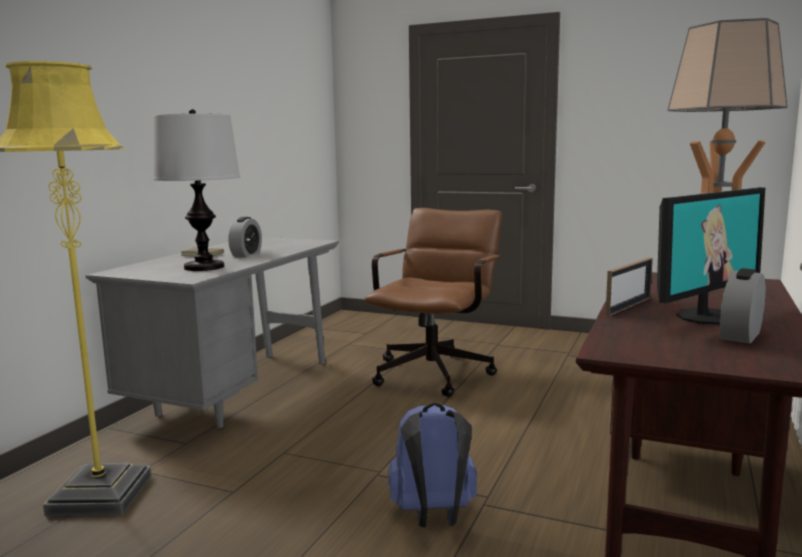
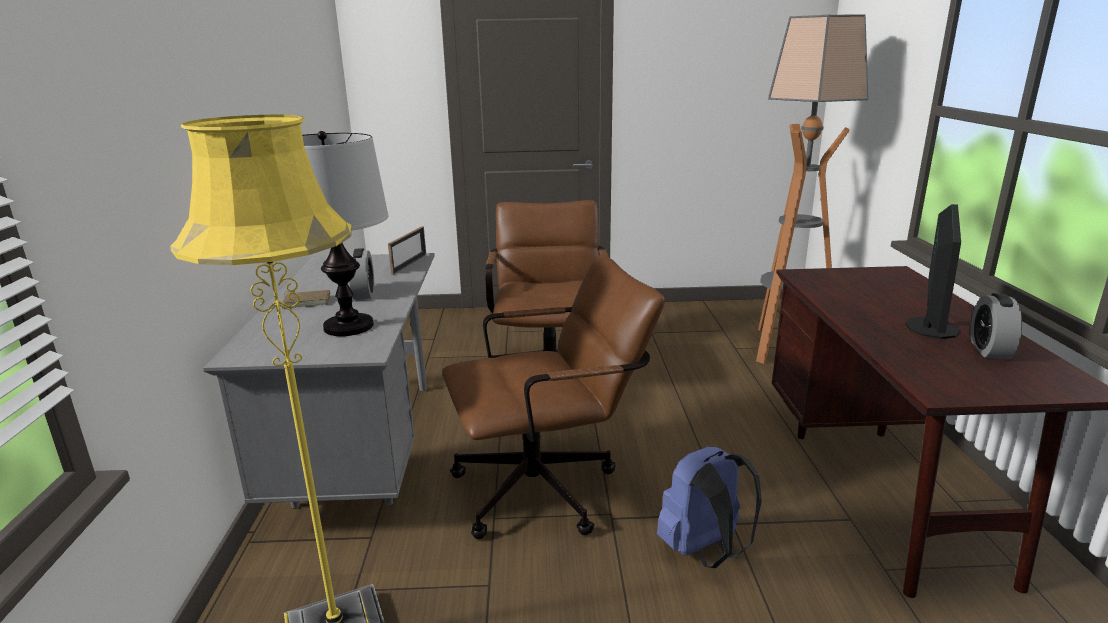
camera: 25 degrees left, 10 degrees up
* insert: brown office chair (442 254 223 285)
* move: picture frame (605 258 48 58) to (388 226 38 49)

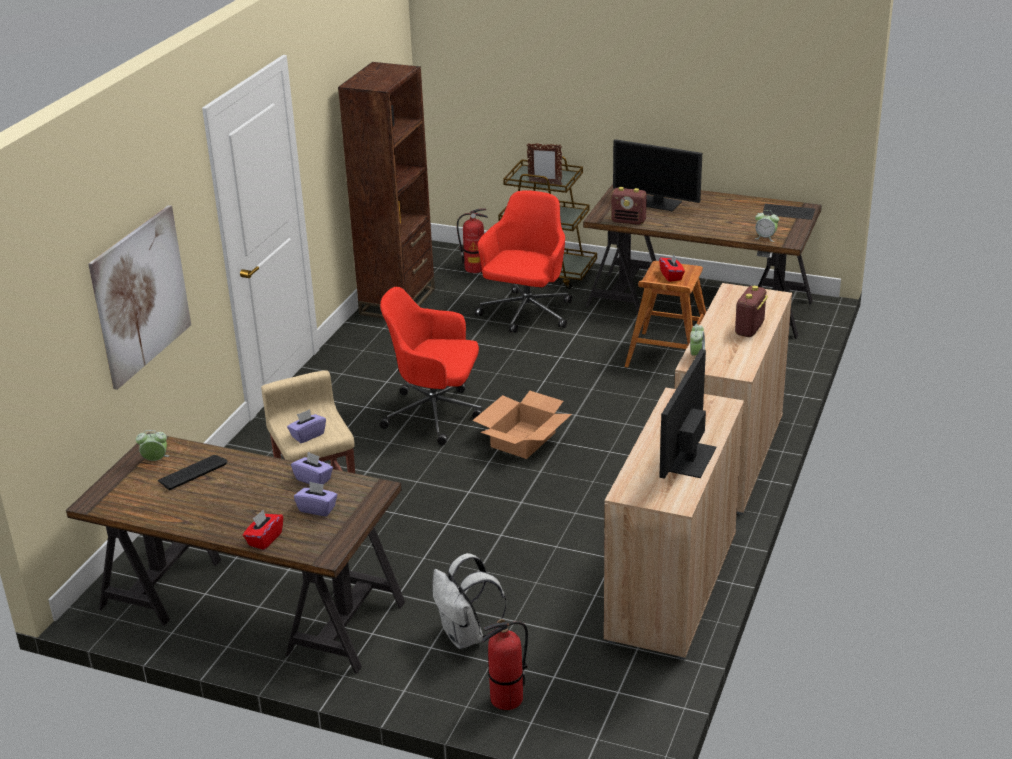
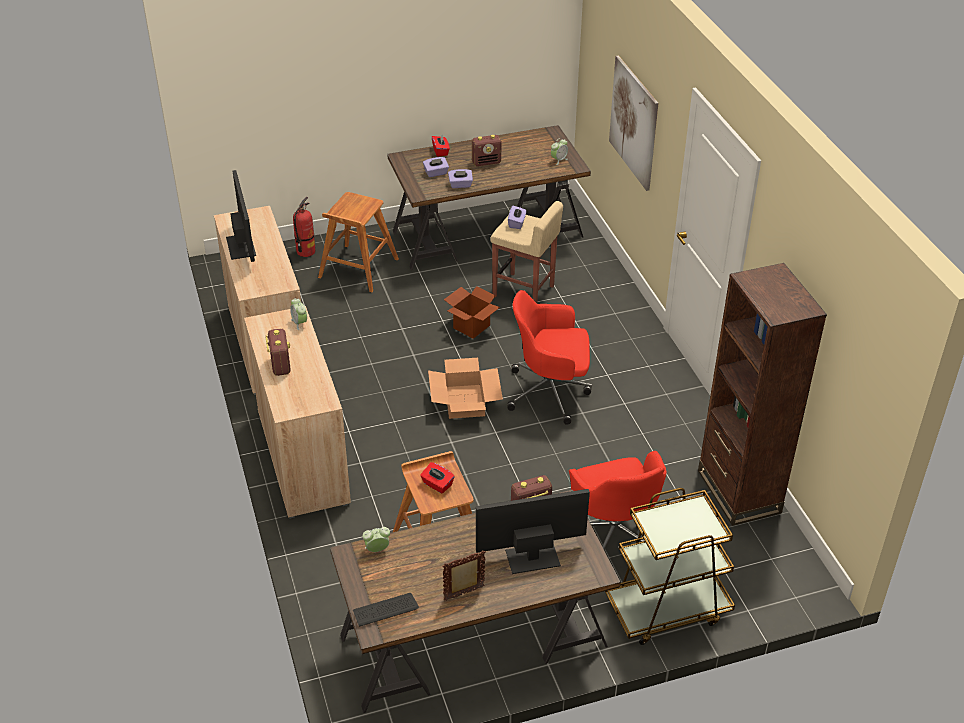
camera: 140 degrees right, 10 degrees up
* delete: keyboard (158 455 69 35)
* delete: fire extinguisher (457 208 31 65)
* insert: cardboard box (444 286 56 53)
* insert: radio (472 135 30 31)
* move: picture frame (527 143 35 42) to (443 551 43 50)
* replace: white backpack (432 553 75 96) to brown stool (318 192 81 100)
* rotate: red office chair (380 287 102 158) = (507 290 85 135) 150 degrees counterclockwise

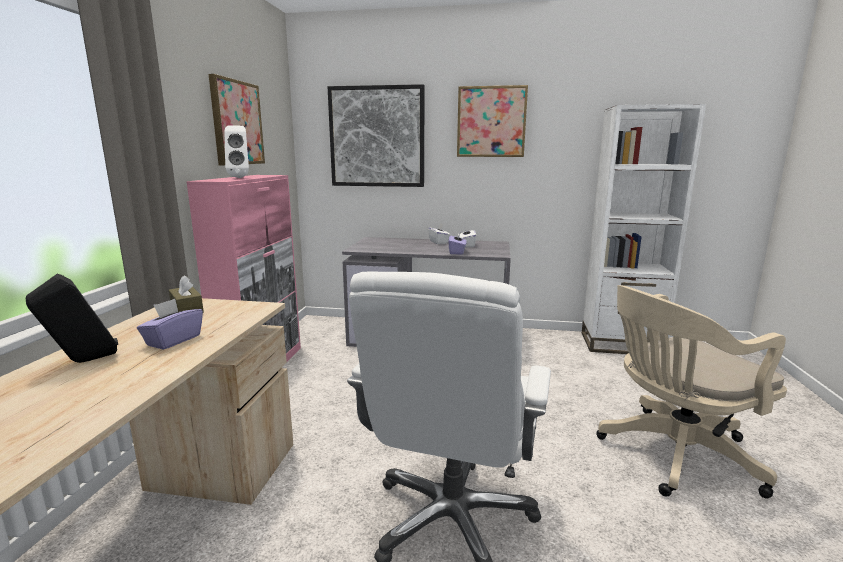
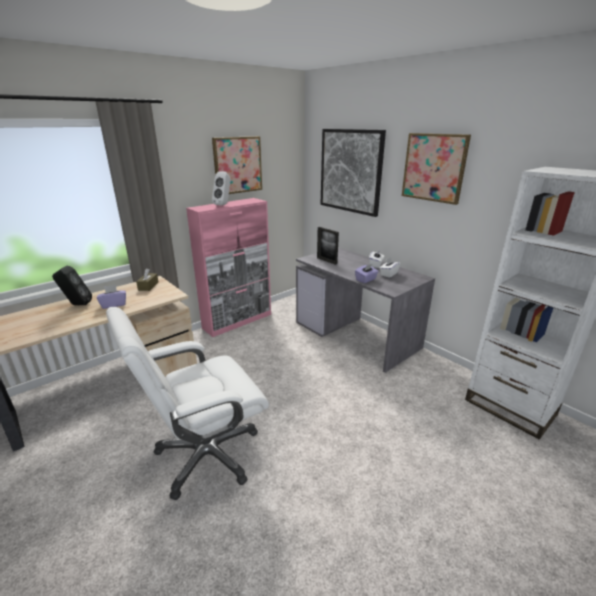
camera: 40 degrees right, 10 degrees up
* delete: beige office chair (596 285 191 214)
* insert: picture frame (317 227 22 38)

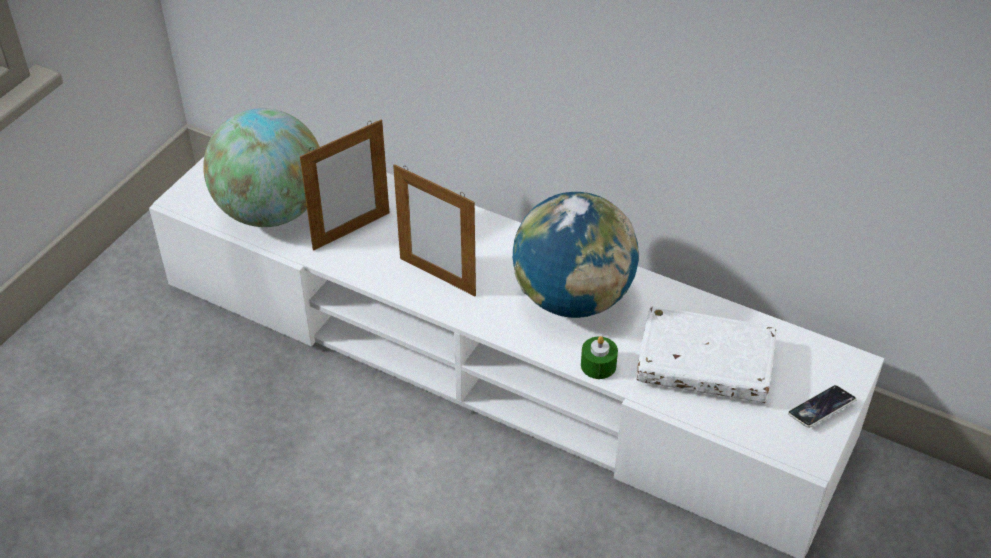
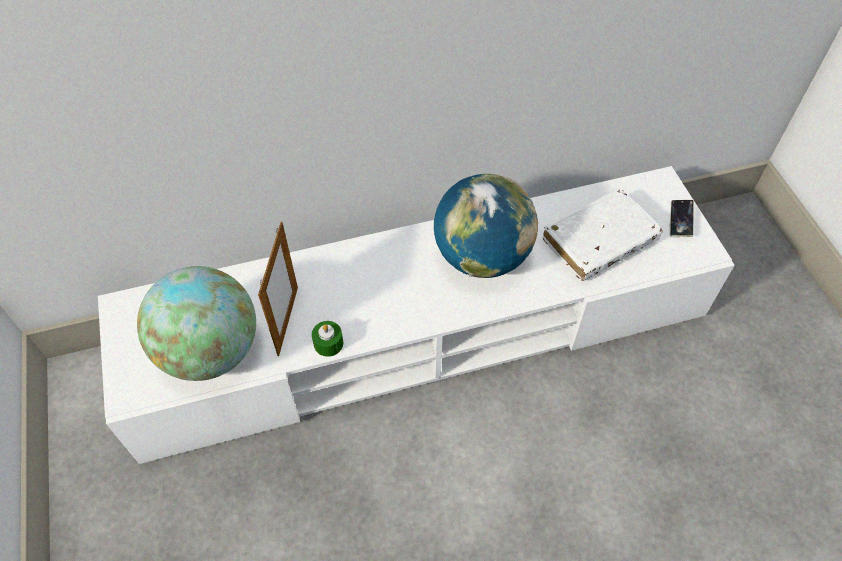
camera: 45 degrees left, 10 degrees up
* delete: picture frame (393 164 83 132)
* move: green candle (581 336 37 43) to (312 321 31 36)

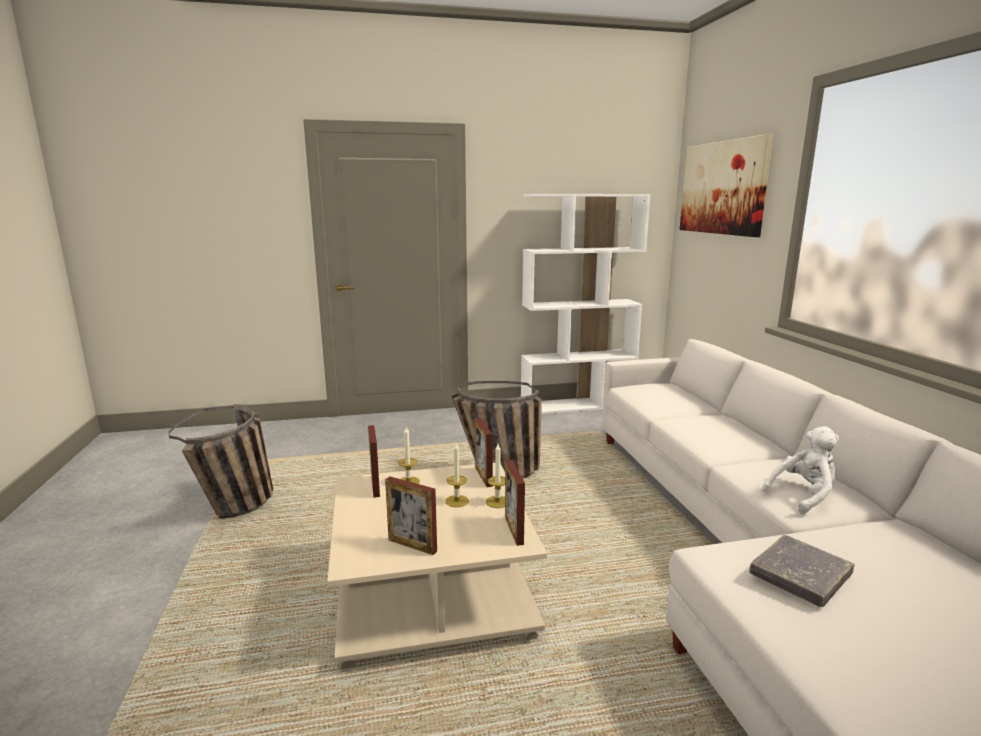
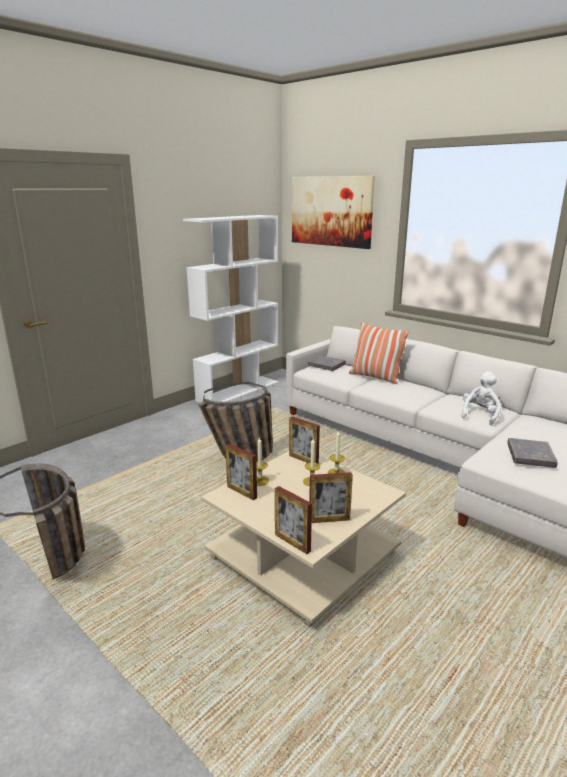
camera: 35 degrees left, 5 degrees up
* insert: grey book (308 355 38 16)
* insert: pillow (349 322 60 62)
* move: picture frame (505 460 20 86) to (275 486 37 68)

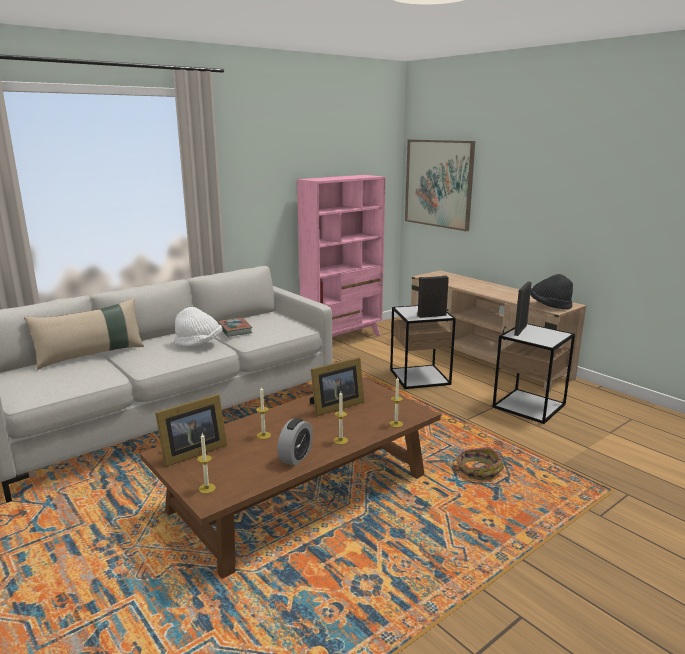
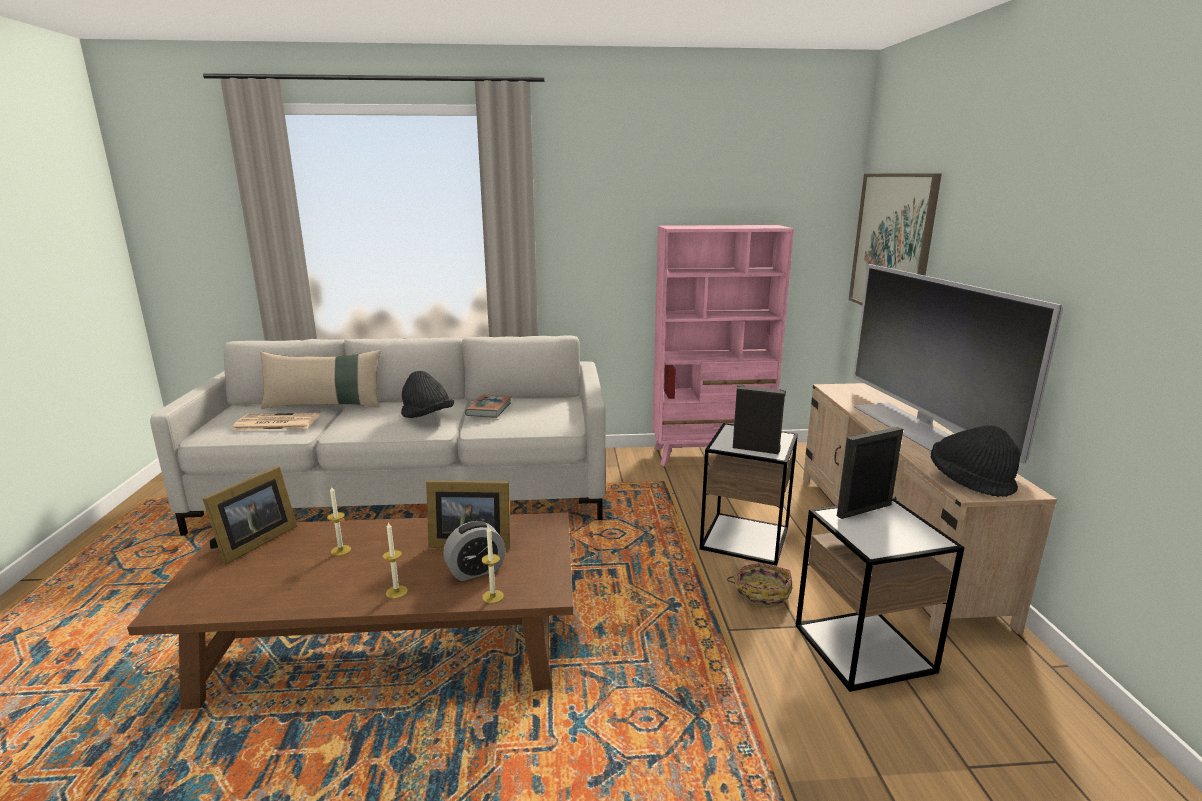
camera: 35 degrees right, 0 degrees up
* delete: candle (197 433 19 61)
* insert: newspaper (232 413 87 18)
* insert: television (853 264 210 199)
* move: alarm clock (277 418 36 48) to (443 521 63 60)
* move: basket (452 447 52 34) to (727 563 65 45)
* recolor: white hat (174 307 49 40) to black hat (401 371 53 47)
* rotate: picture frame (155 394 72 73) = (203 466 94 99) 60 degrees counterclockwise

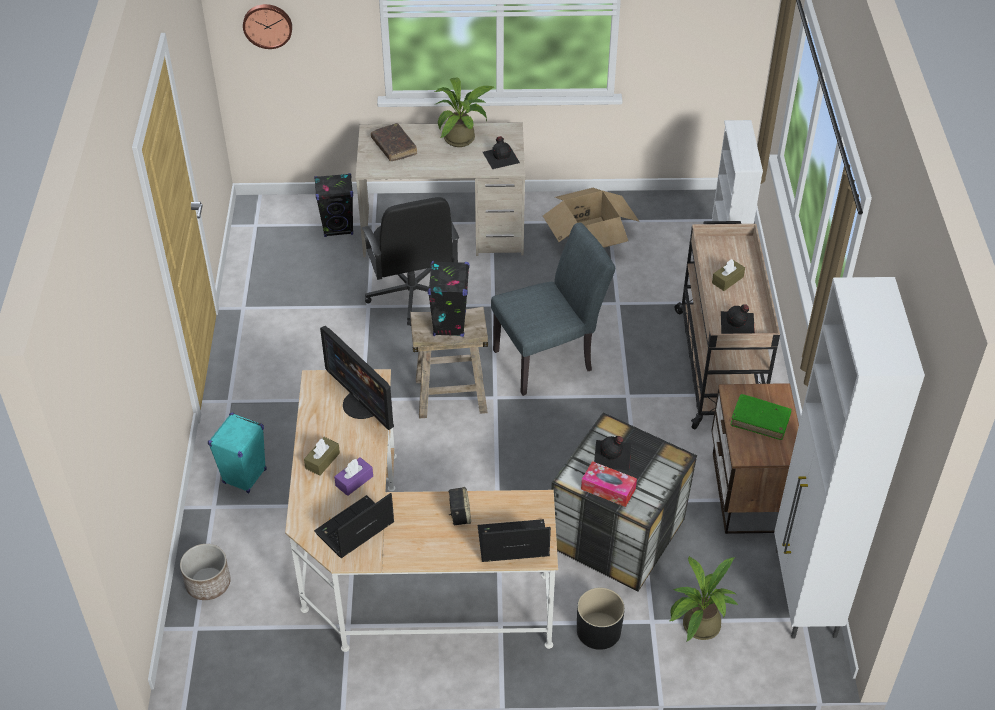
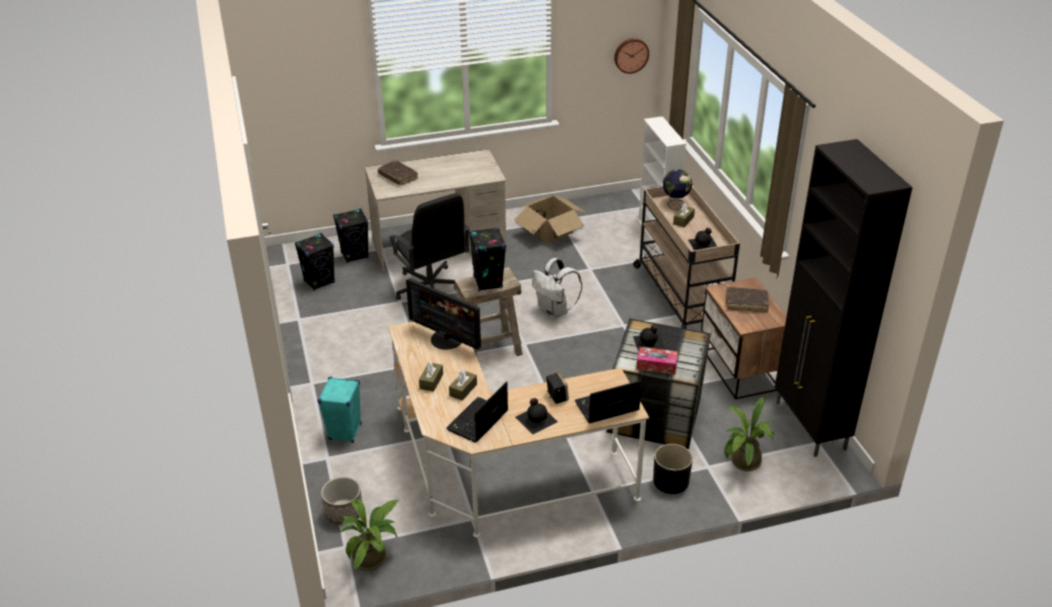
camera: 15 degrees left, 10 degrees down
* insert: black speaker (295 233 40 57)
* insert: globe (663 169 29 41)
* move: wall clock (243 4 49 45) to (614 38 35 36)
* move: potted plant (434 78 60 69) to (340 499 59 72)
* move: black bottle (483 136 37 33) to (515 398 43 36)
* replace: grey chair (491 222 124 174) to white backpack (532 258 50 61)
* recolor: purple tissue box (334 457 39 39) to brown tissue box (449 370 28 31)
* recolor: green book (730 394 62 46) to brown book (726 287 44 25)
* recolor: white cabinet (774 277 151 362) to black cabinet (775 139 138 318)

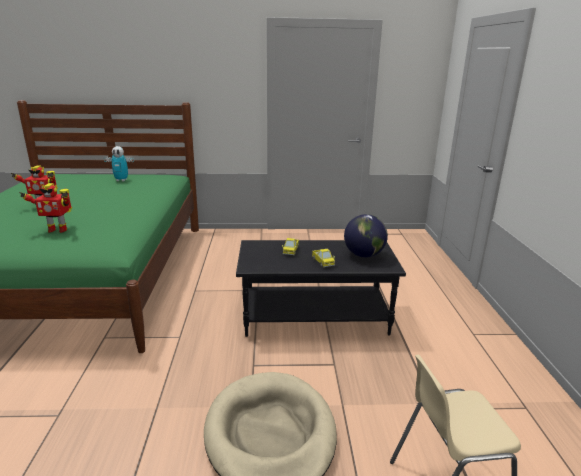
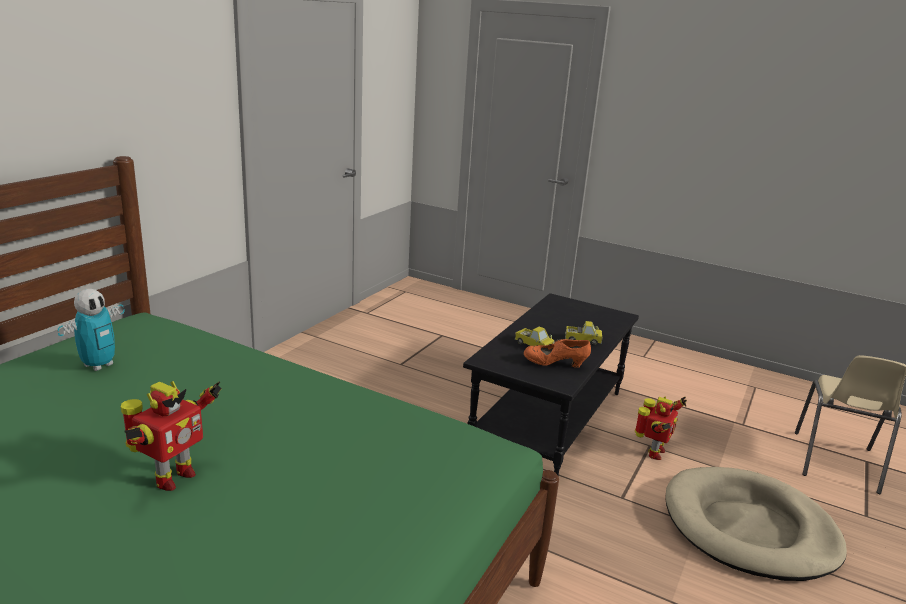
camera: 60 degrees left, 0 degrees up
* delete: globe (344 214 44 43)
* insert: orange shoe (524 339 67 29)
* move: toy robot (19 183 53 50) to (635 396 52 64)

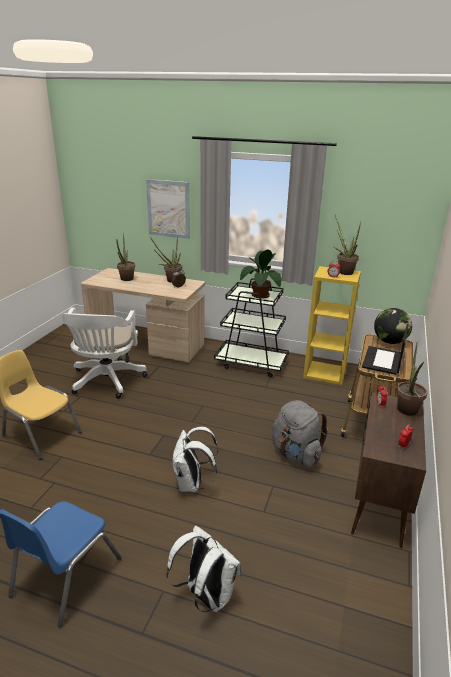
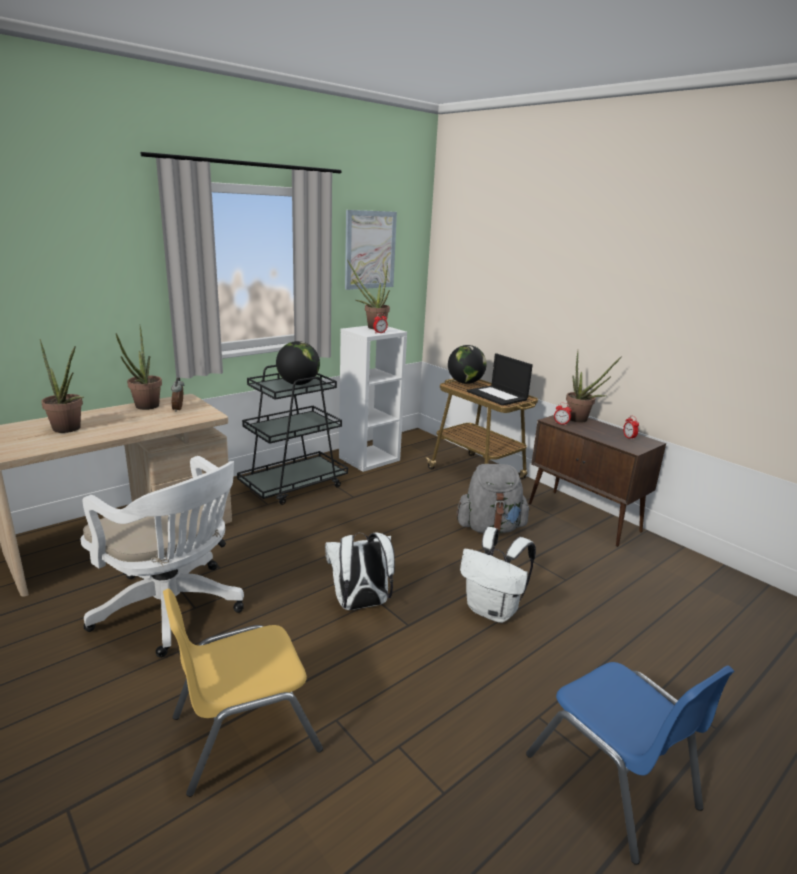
camera: 60 degrees left, 5 degrees down
* move: picture (146 179 44 60) to (345 210 52 80)
* move: white backpack (166 525 76 87) to (325 532 70 78)
* replace: potted plant (240 250 41 49) to globe (276 341 44 44)
* recolor: yellow bookcase (303 266 58 119) to white bookcase (339 326 68 146)

